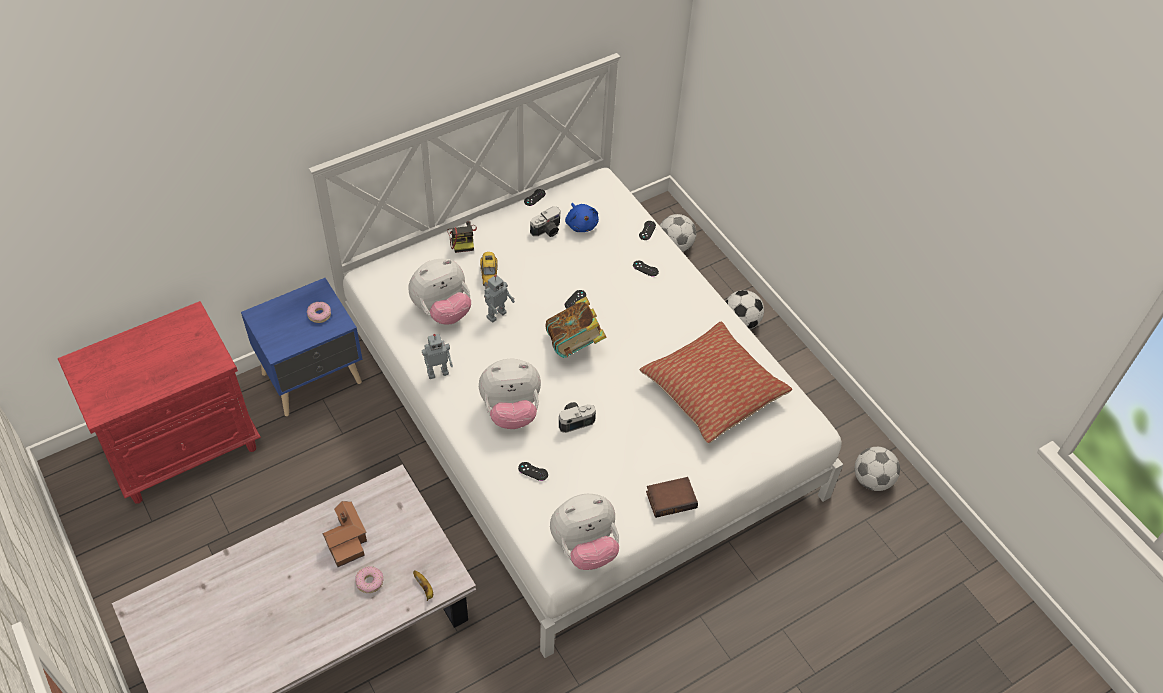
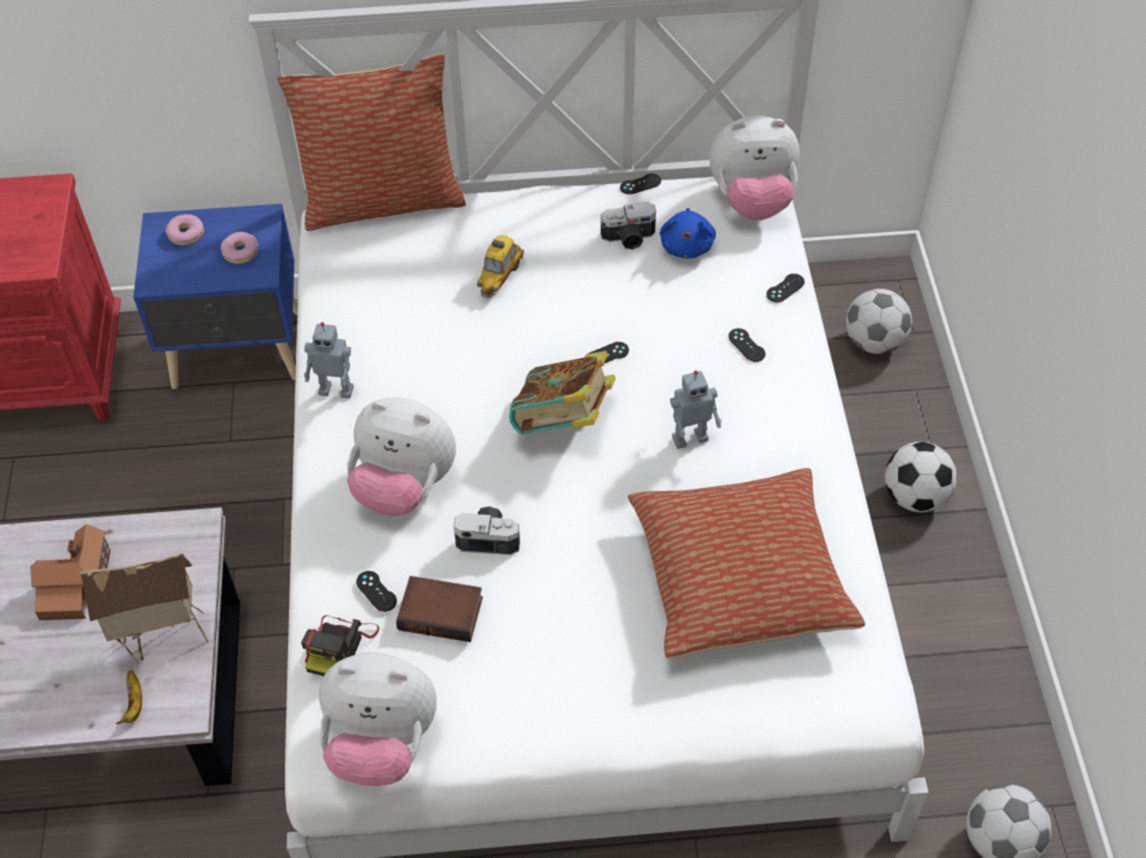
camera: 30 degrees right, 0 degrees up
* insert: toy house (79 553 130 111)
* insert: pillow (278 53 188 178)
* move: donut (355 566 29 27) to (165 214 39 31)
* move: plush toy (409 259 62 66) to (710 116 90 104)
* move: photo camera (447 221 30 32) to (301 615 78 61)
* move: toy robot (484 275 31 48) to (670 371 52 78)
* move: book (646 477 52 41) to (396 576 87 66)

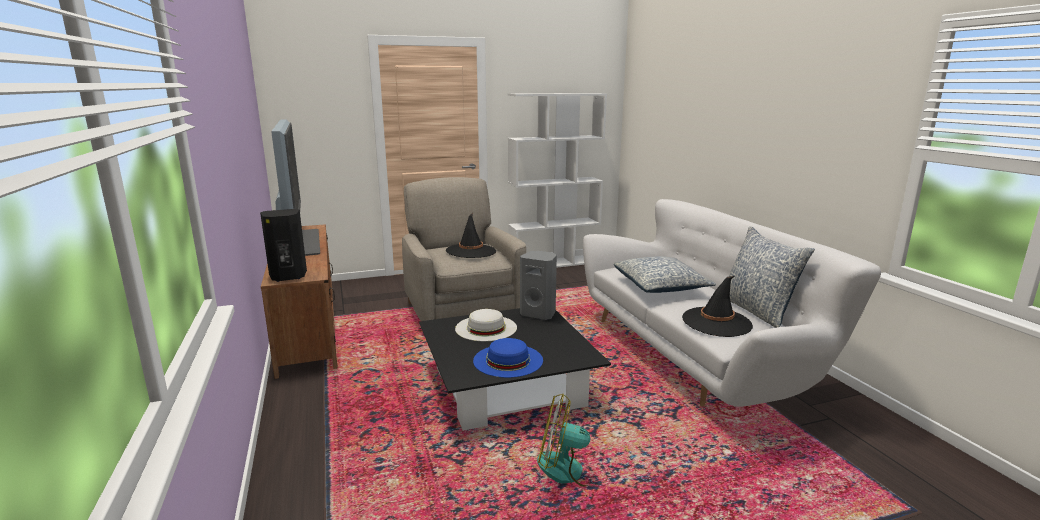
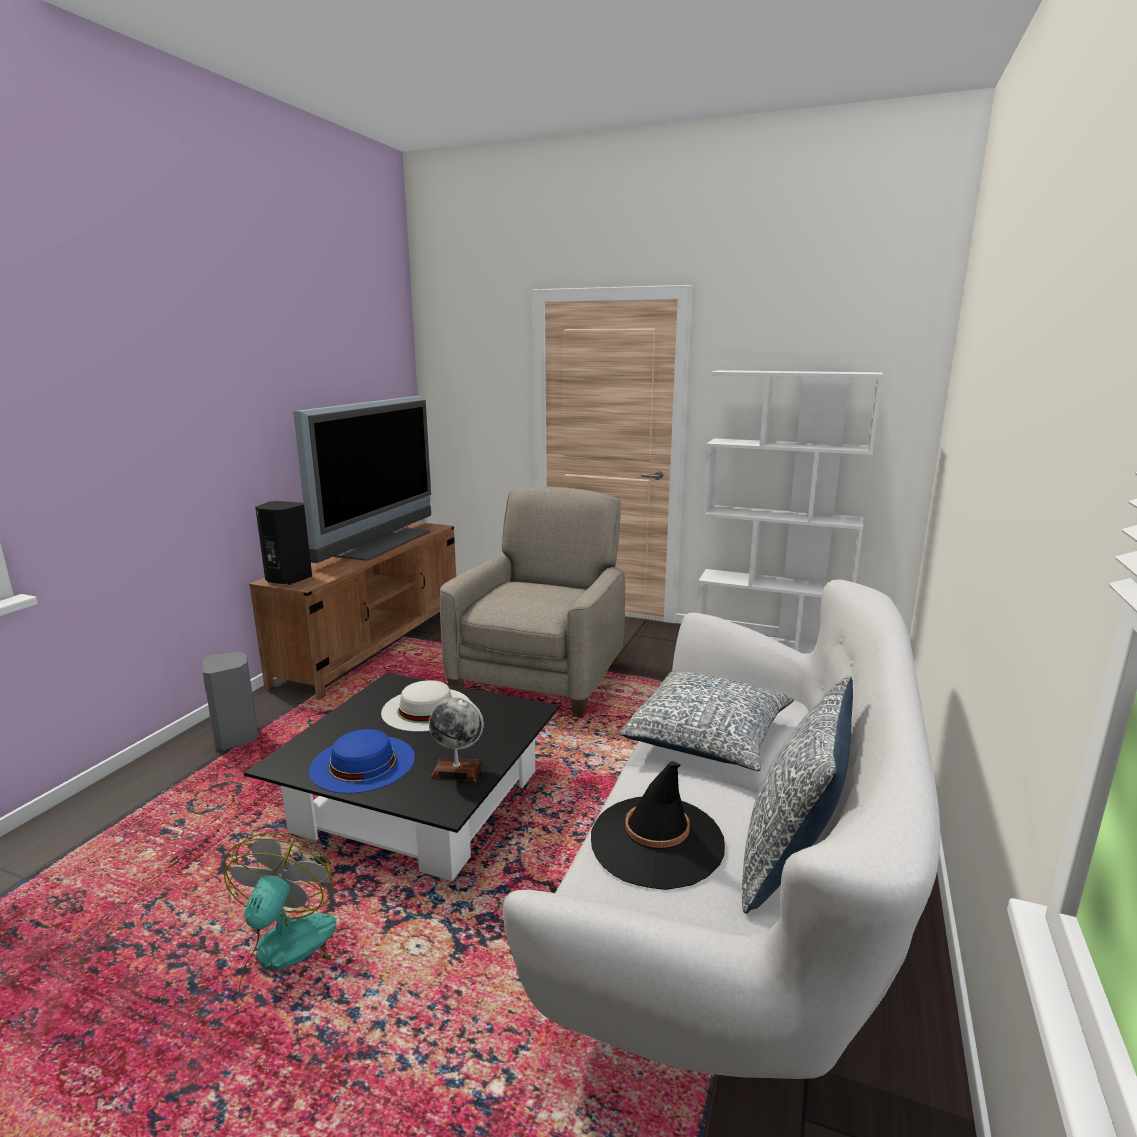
camera: 40 degrees right, 0 degrees up
* delete: black hat (446 213 50 45)
* insert: globe (429 697 55 85)
* move: grey speaker (520 251 37 69) to (203 652 55 98)
* rotate: fan (537 394 71 93) = (224 833 113 173) 45 degrees clockwise

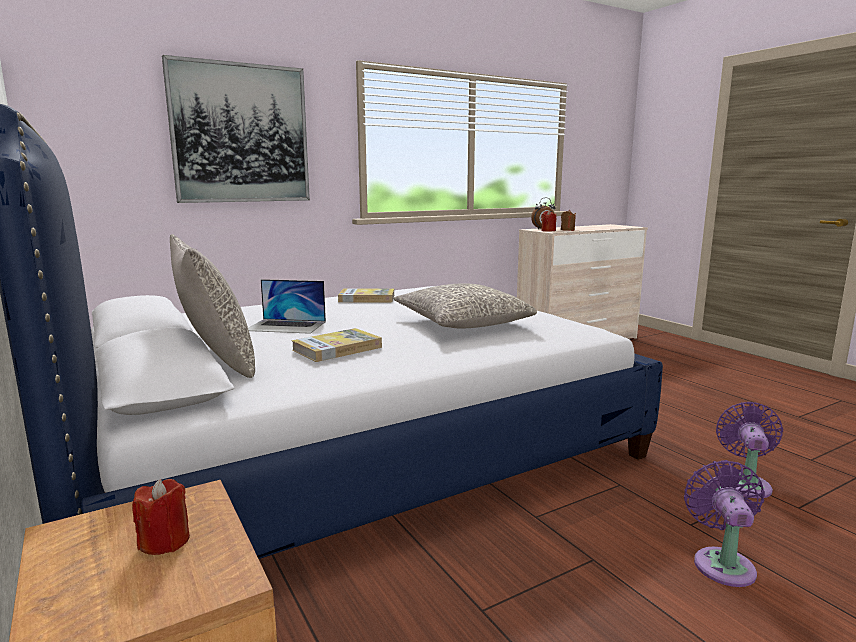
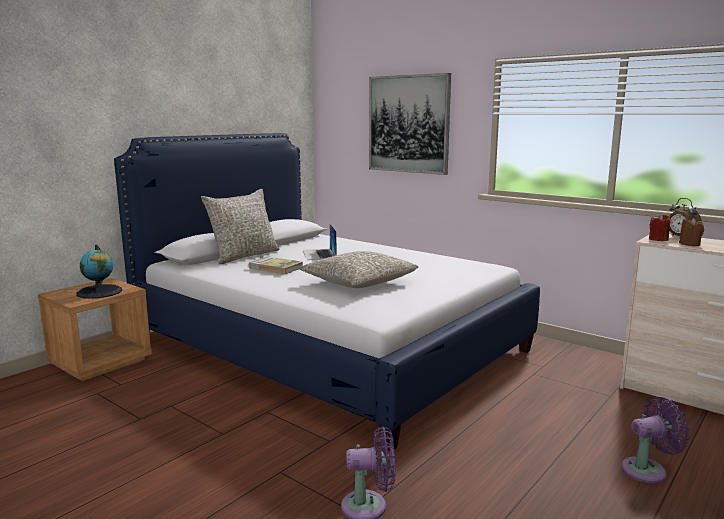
camera: 70 degrees right, 0 degrees up
* delete: book (338 288 56 14)
* move: purple fan (684 460 81 127) to (621 397 69 86)
* replace: red candle (132 479 58 76) to globe (76 245 46 54)

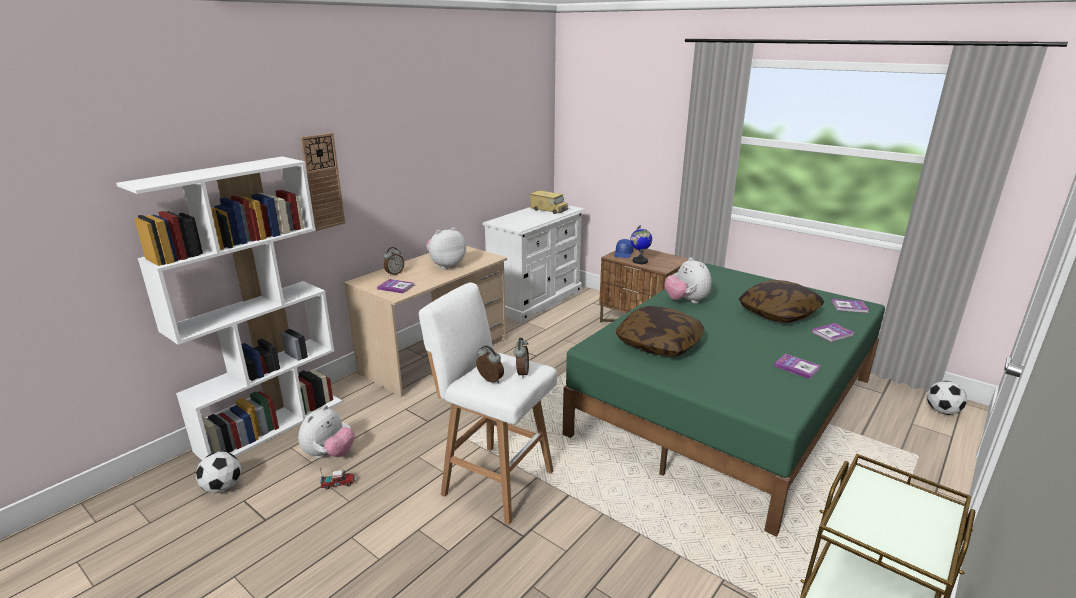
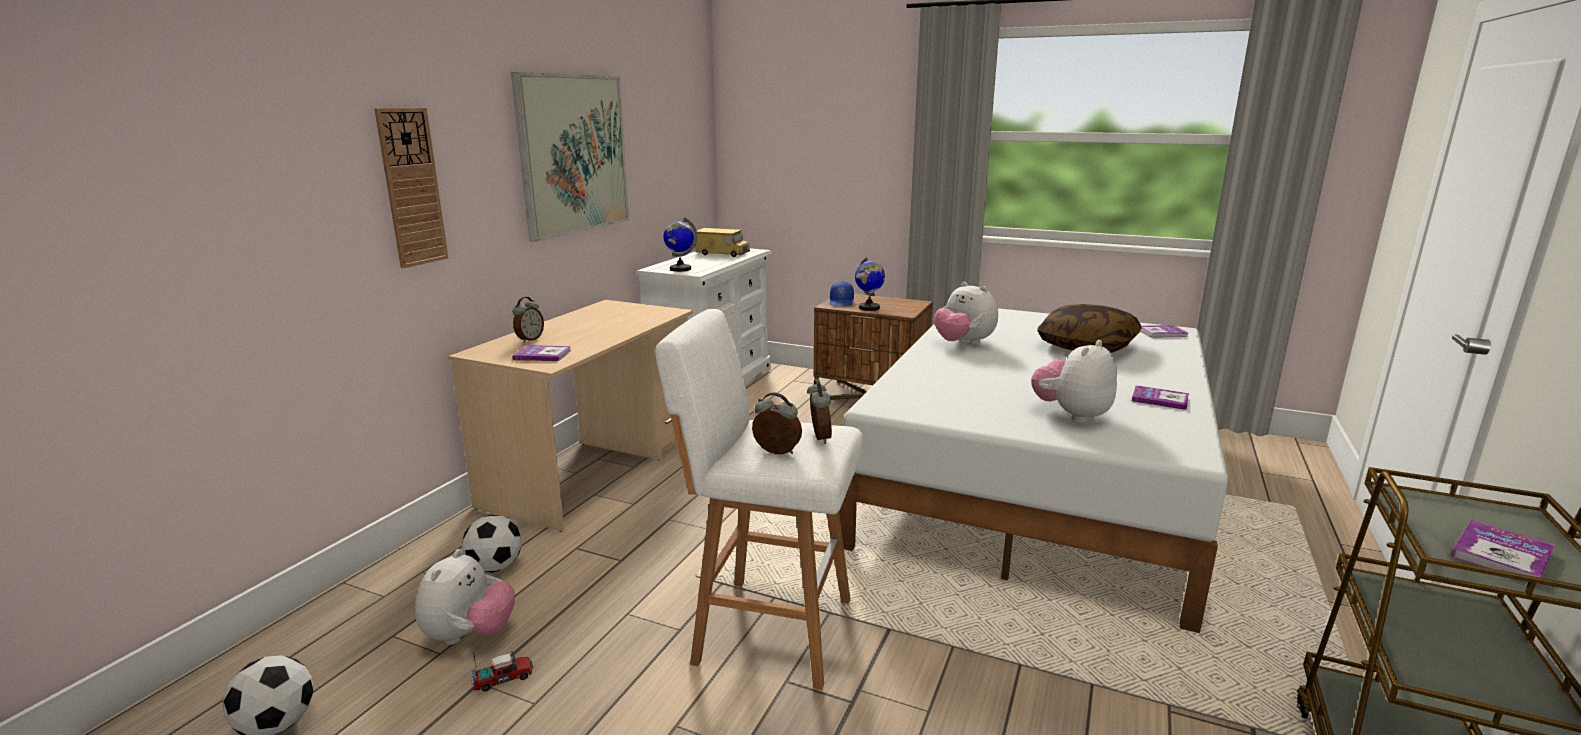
camera: 15 degrees left, 5 degrees down
* delete: white bookcase (116 156 226 304)
* delete: pillow (616 306 88 50)
* insert: picture (511 72 118 170)
* insert: globe (664 217 33 55)
* move: plush toy (426 227 40 42) to (1031 340 86 83)
* move: book (811 323 43 19) to (1451 519 104 67)
* move: football (927 381 40 34) to (462 515 60 58)
* recolor: green bed (563 263 322 274) to white bed (839 308 389 325)

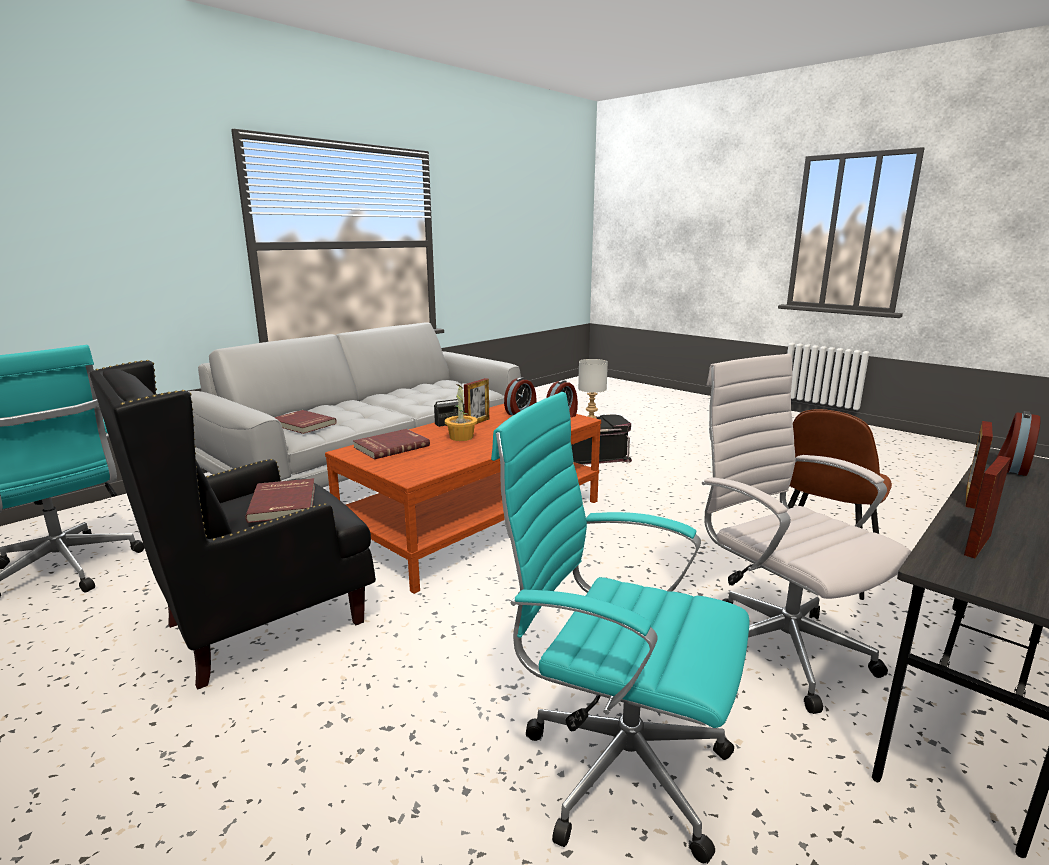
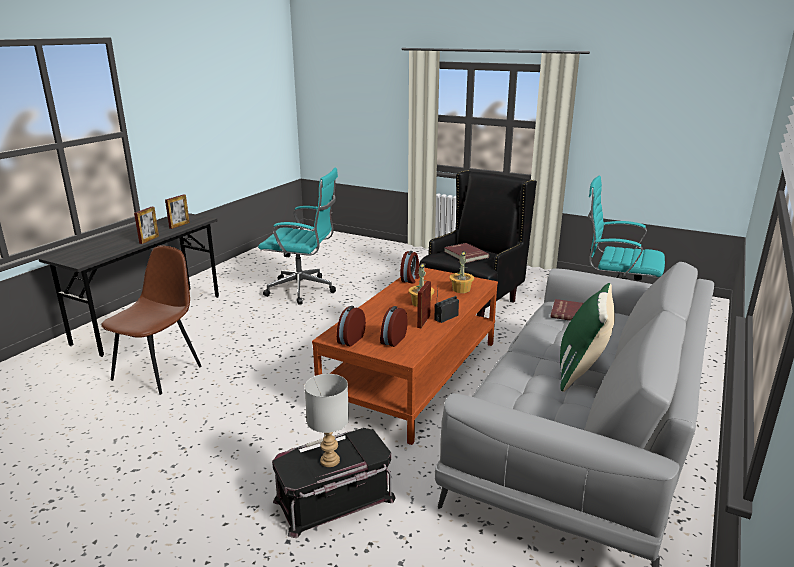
camera: 165 degrees right, 5 degrees up
* delete: white office chair (702 354 210 360)
* insert: green pillow (560 283 55 109)
* move: alarm clock (995 411 46 65) to (400 251 20 33)
* replace: red book (353 429 77 31) to potted plant (450 251 24 42)

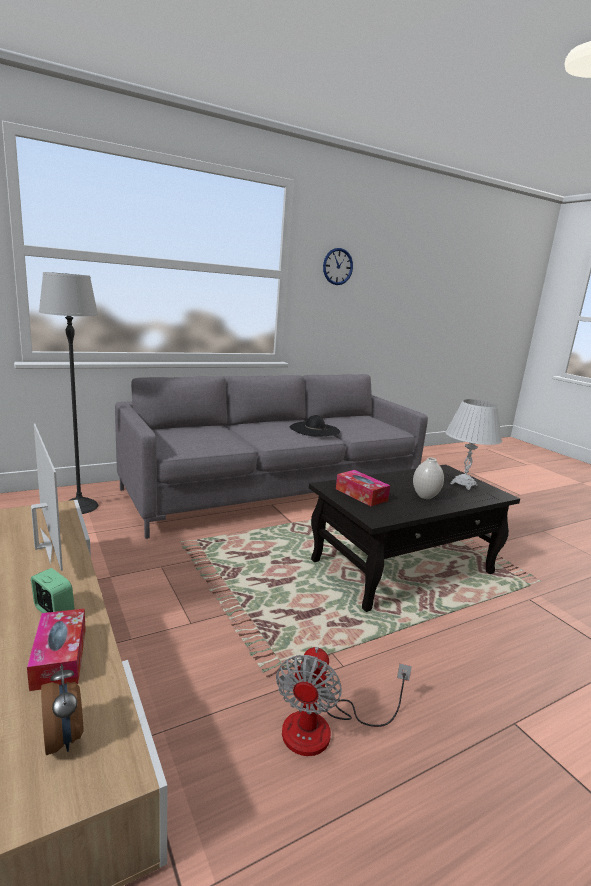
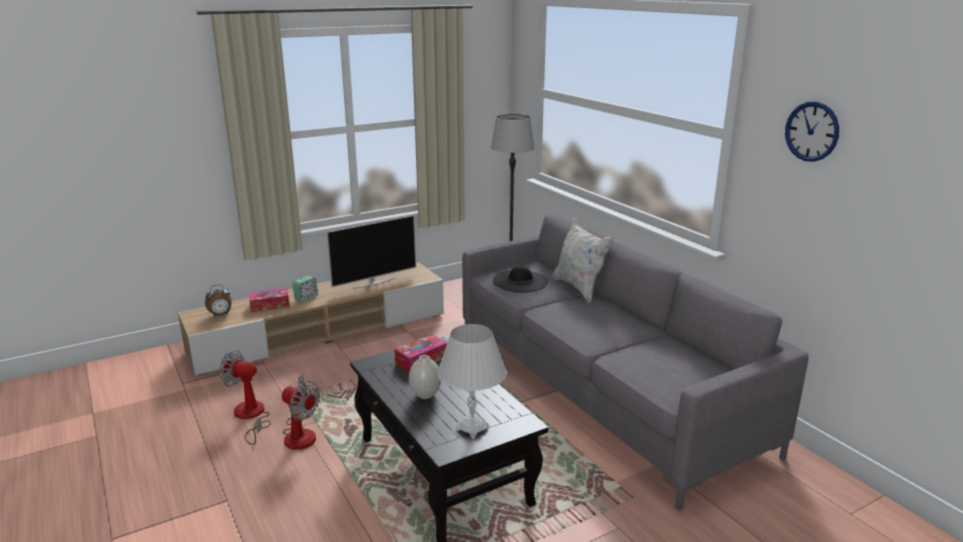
camera: 90 degrees right, 5 degrees up
* insert: fan (282 374 38 76)
* insert: white pillow (552 218 62 85)
* move: black hat (290 415 50 22) to (493 266 56 27)

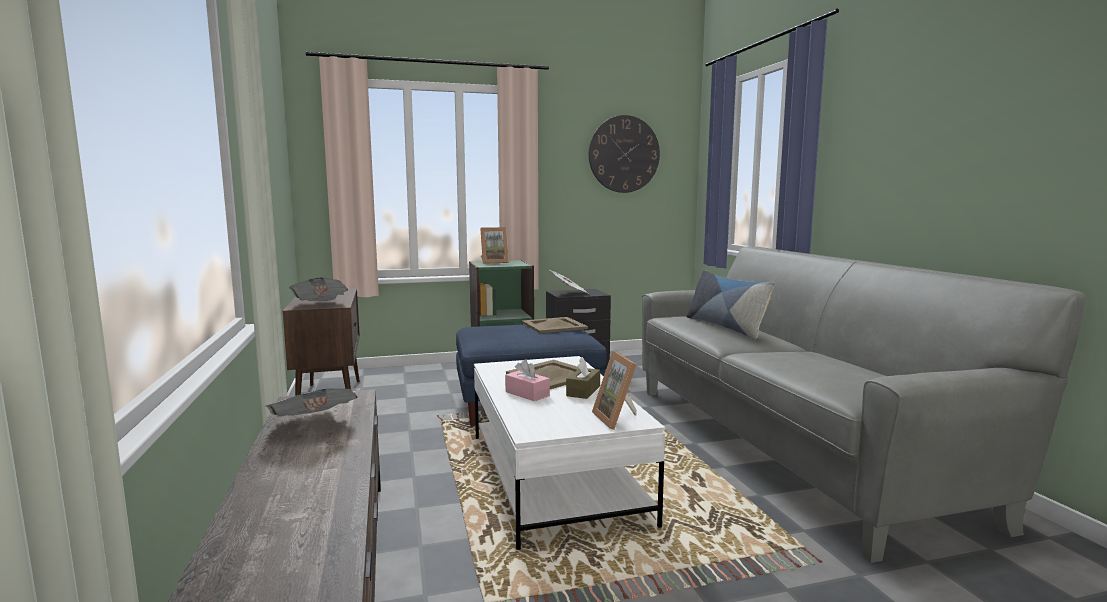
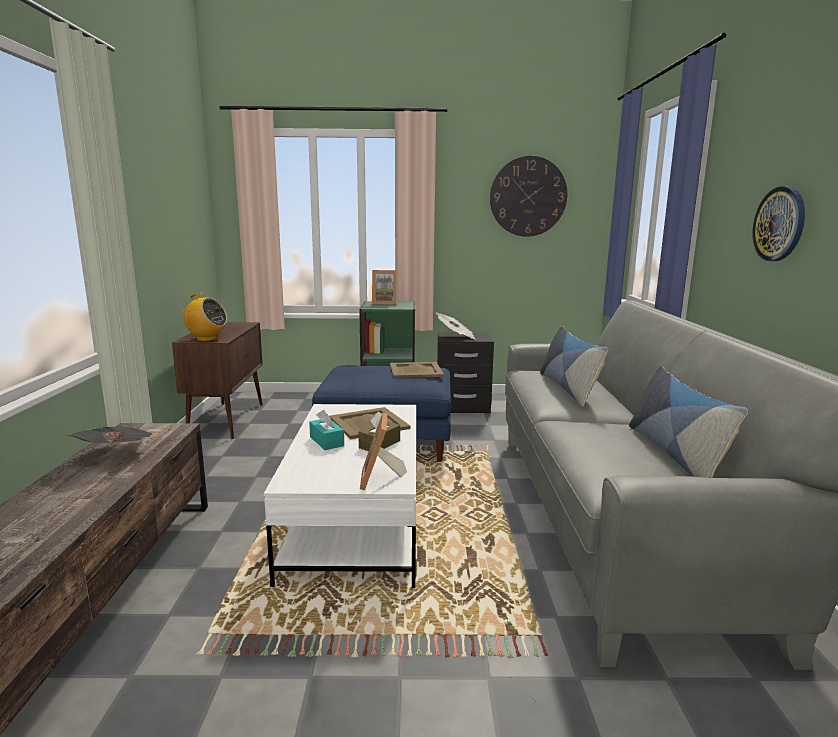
camera: 15 degrees right, 5 degrees up
* insert: pillow (629 366 119 112)
* insert: wall clock (752 186 53 75)
* replace: newspaper (289 277 59 24) to radio (179 293 48 48)
* recolor: pink tissue box (505 359 45 42) to turquoise tissue box (309 410 35 40)

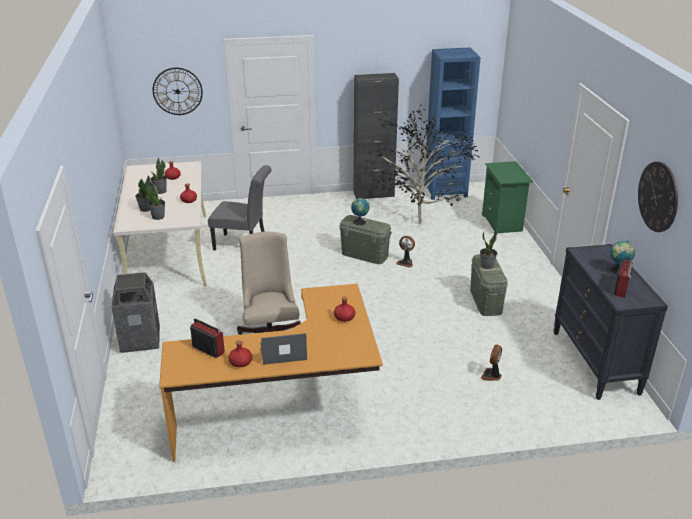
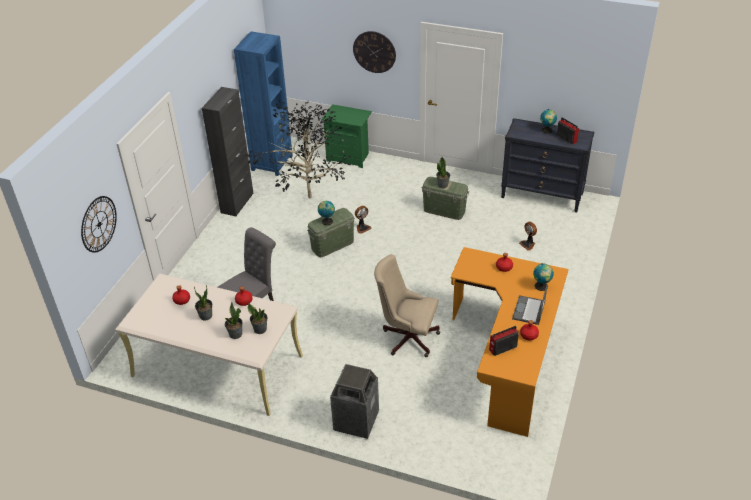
camera: 60 degrees left, 10 degrees up
* insert: globe (533 263 21 28)
* move: wall clock (638 162 40 70) to (353 31 43 42)

